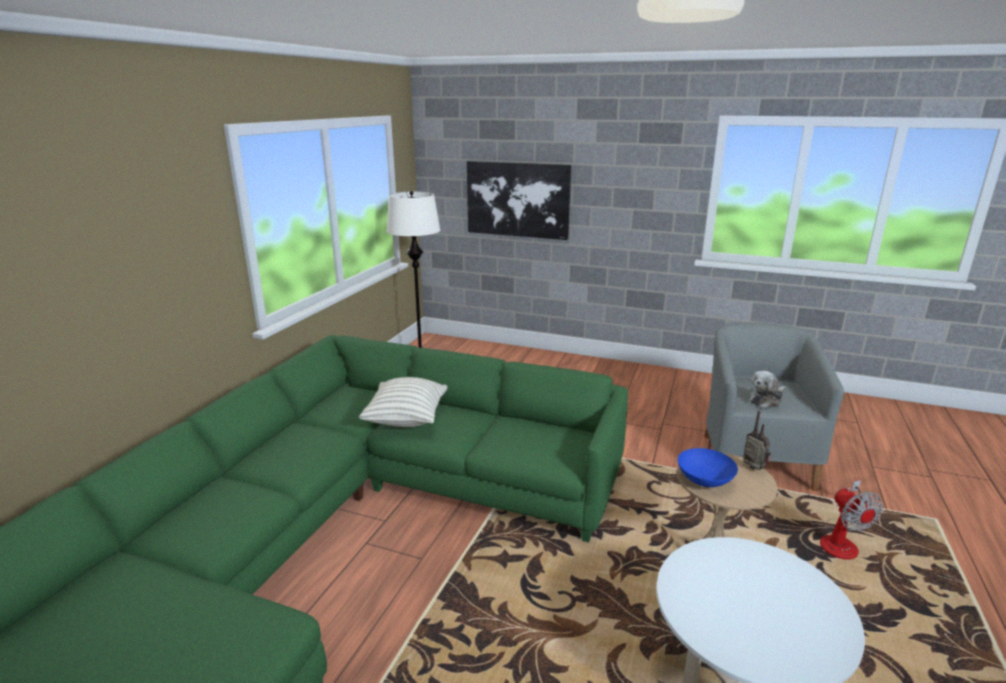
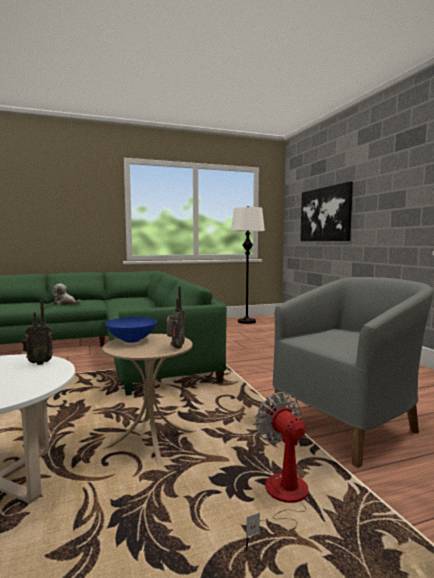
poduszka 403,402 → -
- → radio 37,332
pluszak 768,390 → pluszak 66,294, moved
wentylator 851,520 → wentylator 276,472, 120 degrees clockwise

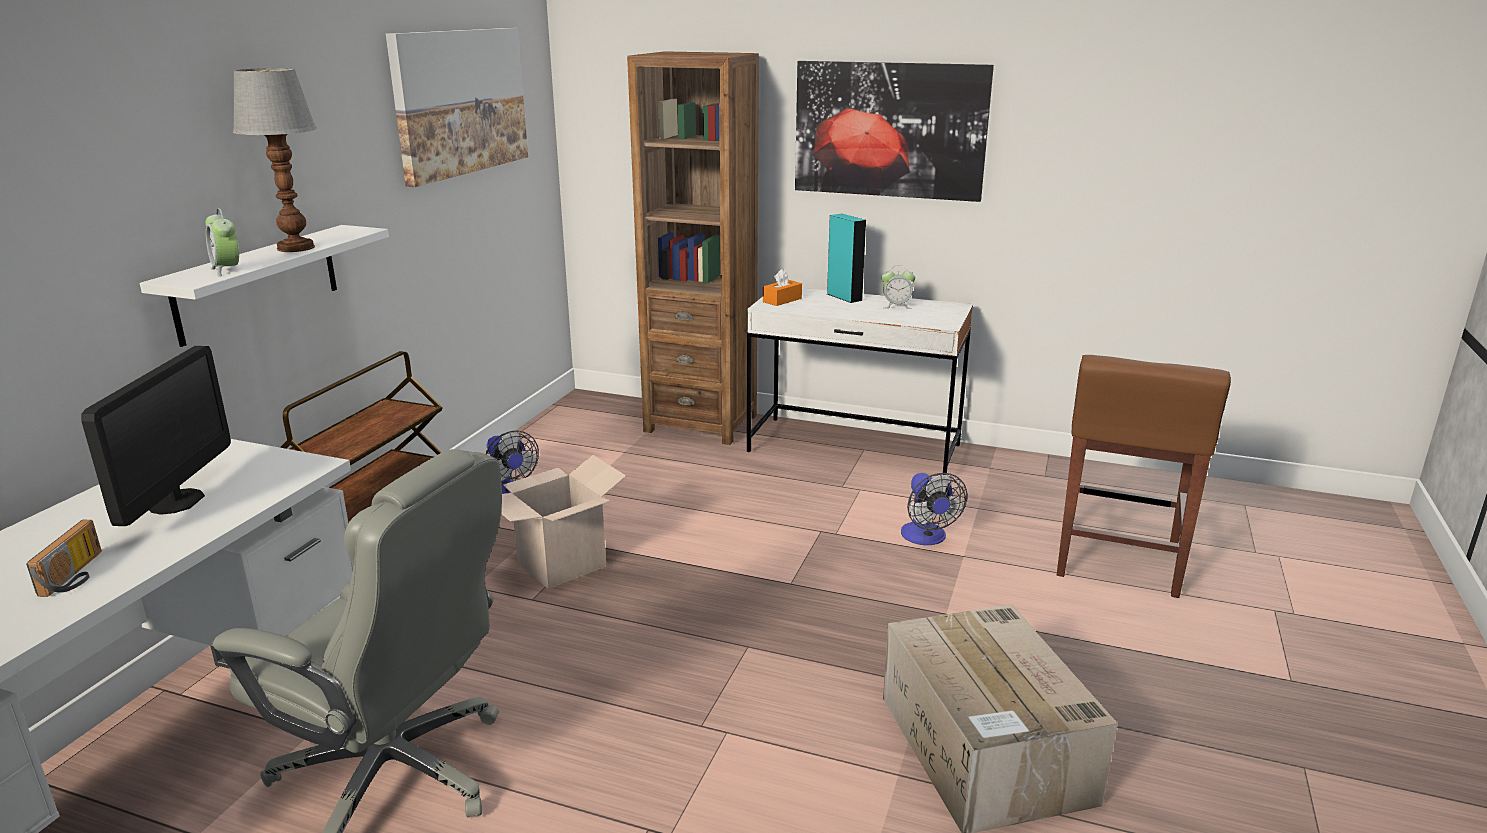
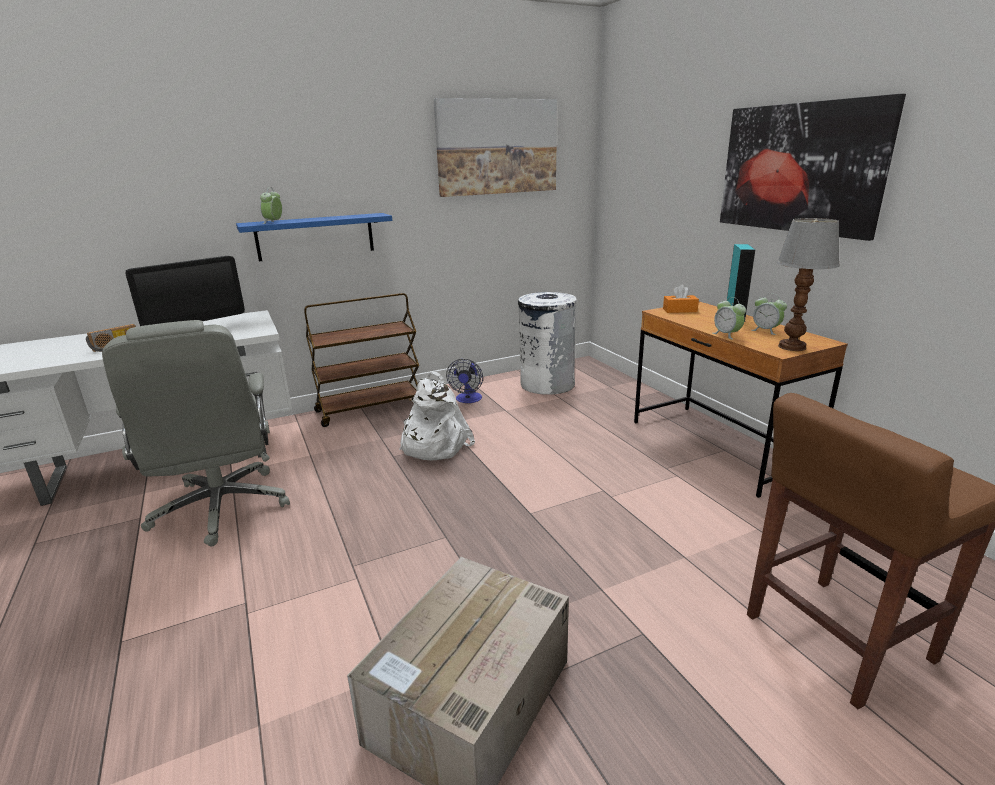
regał/brązowy 693,248 → -
wentylator 934,509 → -
- → kosz na śmieci/biały 547,343
- → budzik 729,318
lampa stołowa 275,160 → lampa stołowa 808,284, moved
karton 563,522 → plecak/biały 437,416
półka/biały 264,286 → półka/niebieski 314,237
biurko/biały 860,381 → biurko/brązowy 741,399

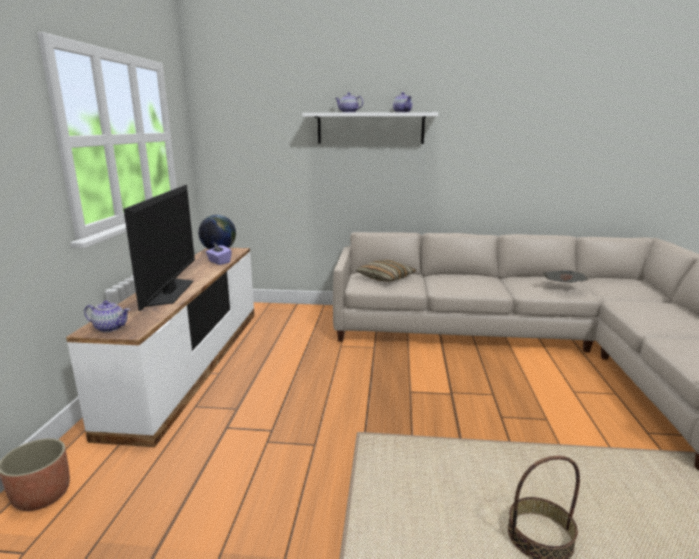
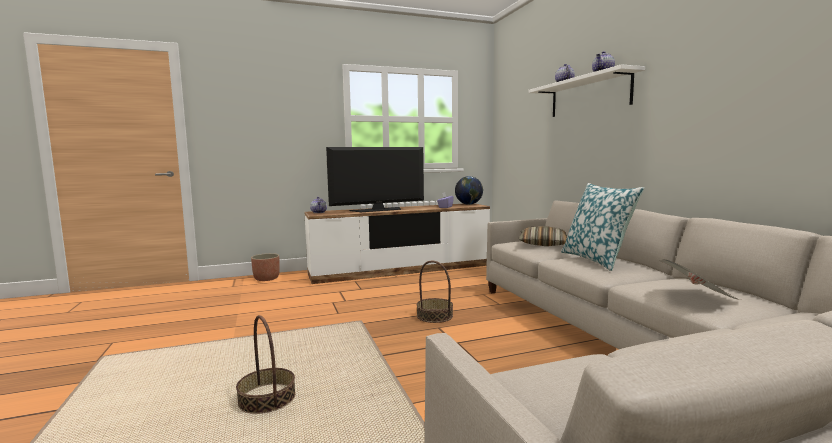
- → koszyk 435,292
- → poduszka 602,227

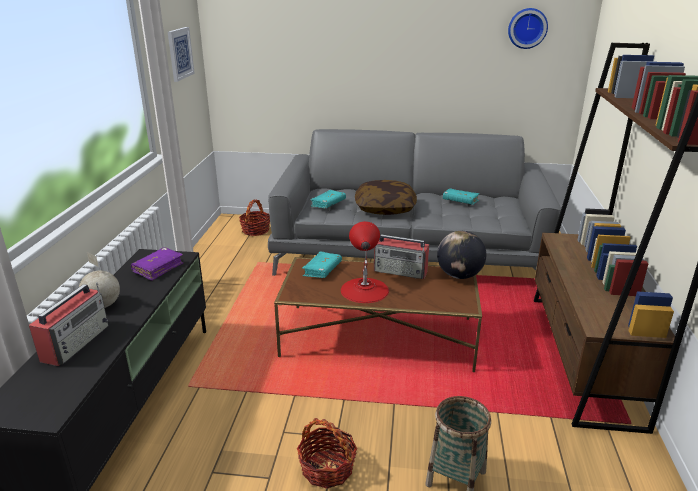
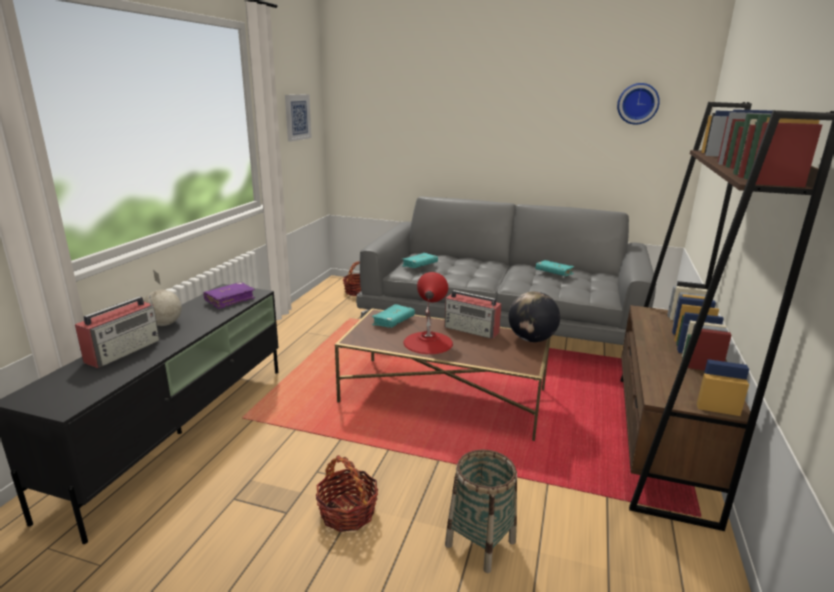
poduszka 386,197 → -

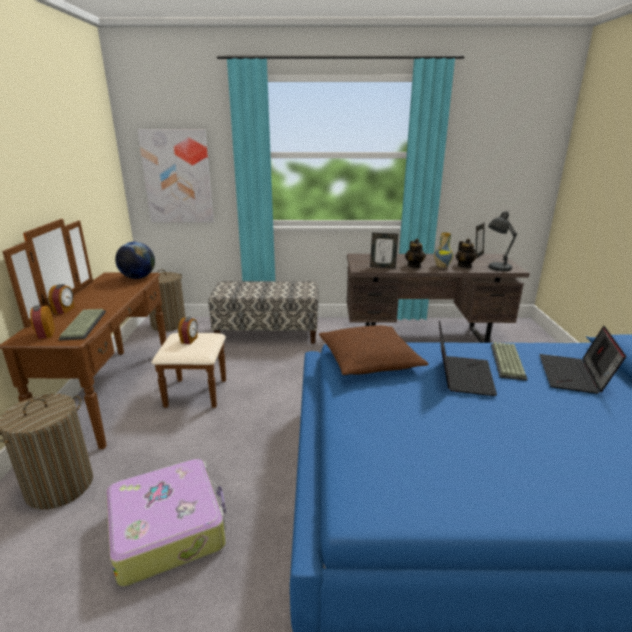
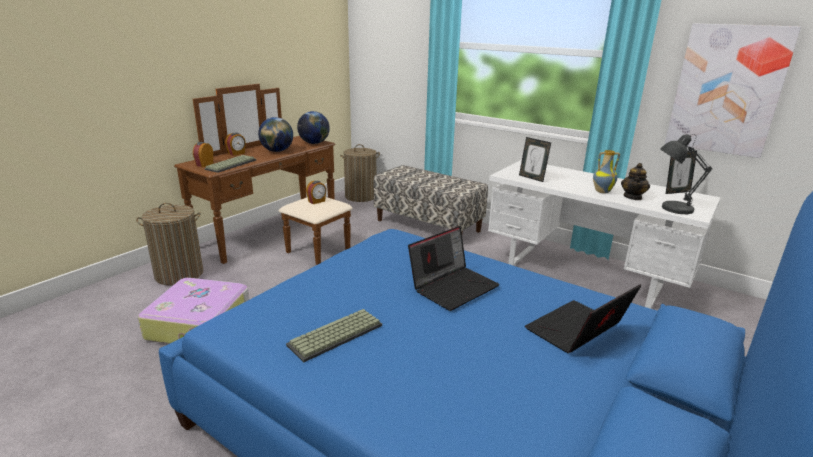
poduszka/brązowy 374,350 → -
imbryk 415,253 → -
- → globus 275,134
obraz 175,176 → obraz 733,90, moved
klawiatura 509,361 → klawiatura 334,335, moved
biurko/brązowy 438,298 → biurko/biały 604,234

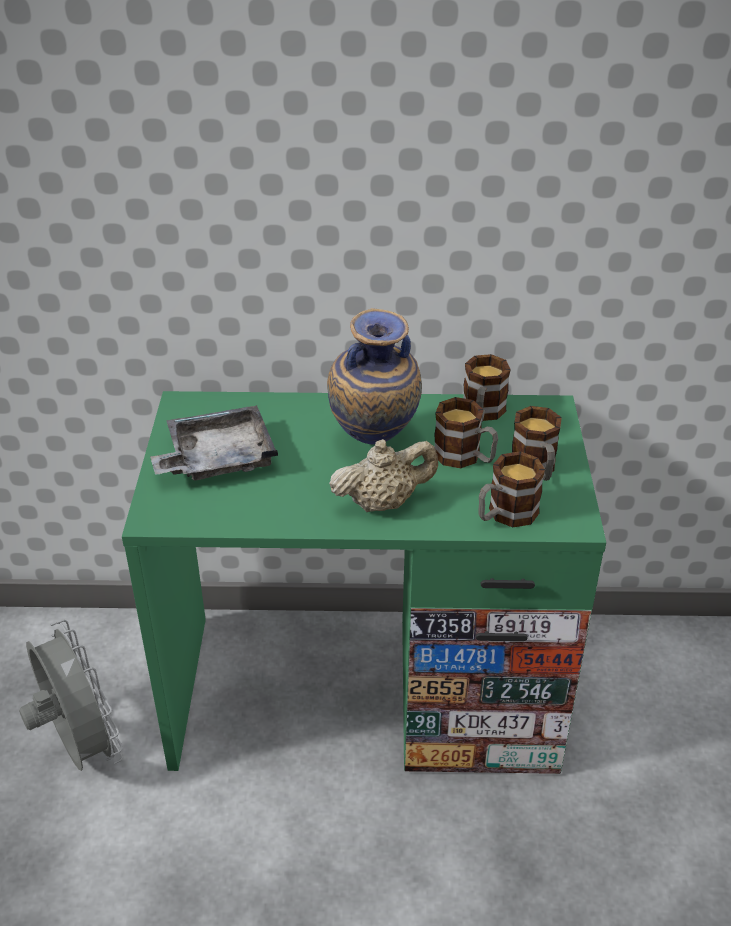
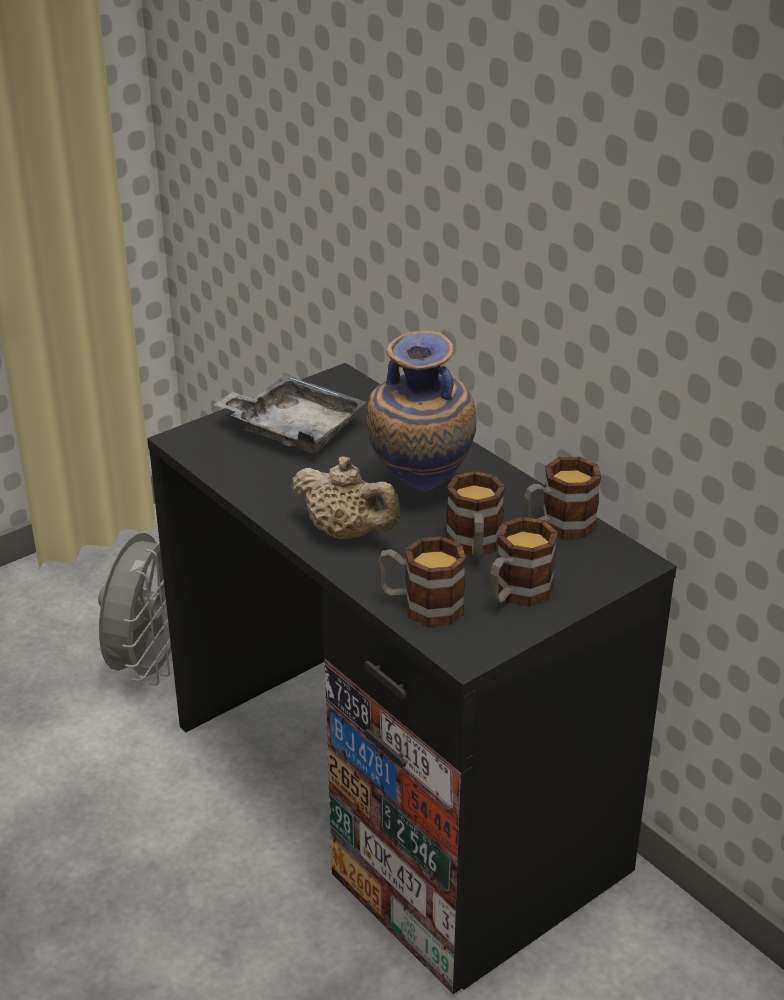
biurko/zielony 364,582 → biurko/czarny 412,678

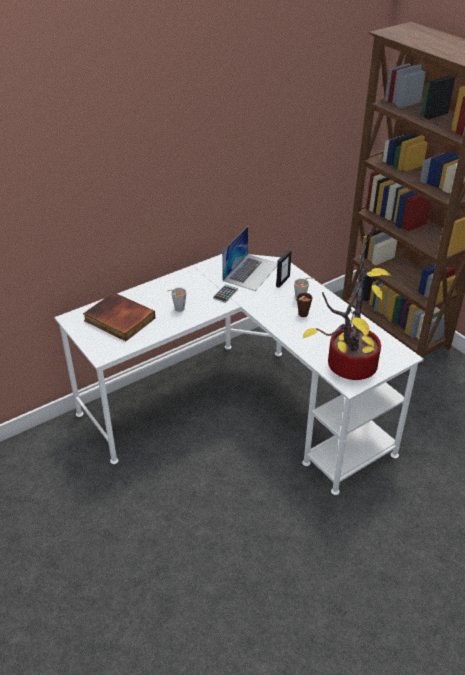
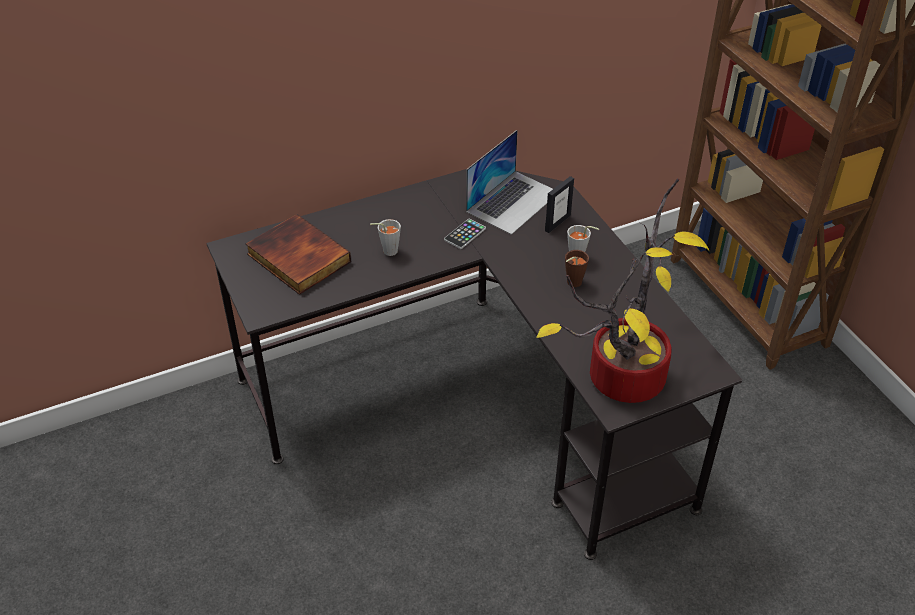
biurko/biały 239,374 → biurko/czarny 474,364

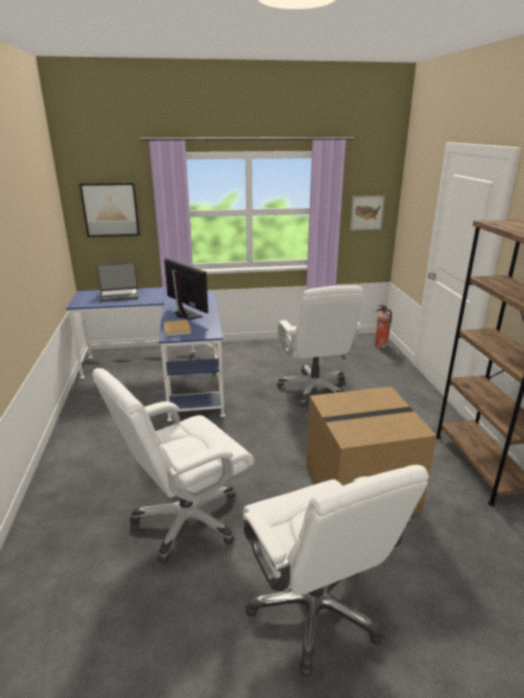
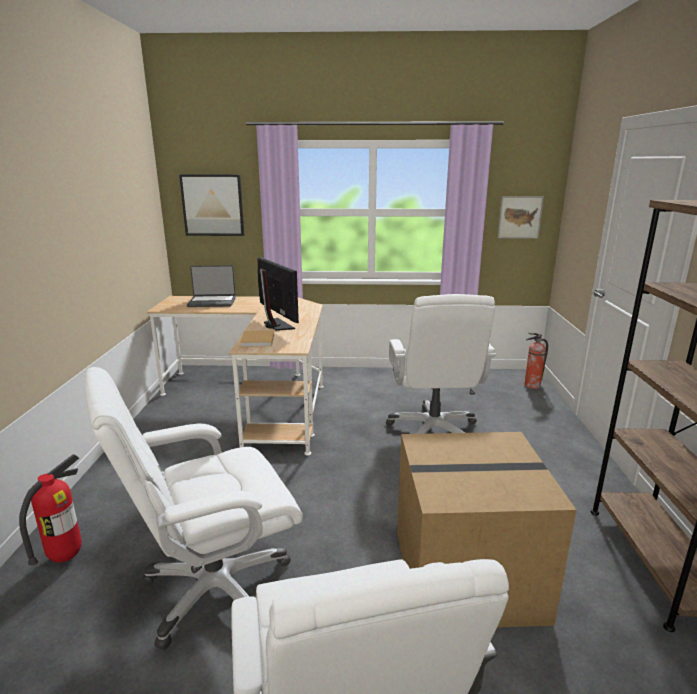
- → gaśnica 50,510
biurko/niebieski 145,354 → biurko/beżowy 235,376

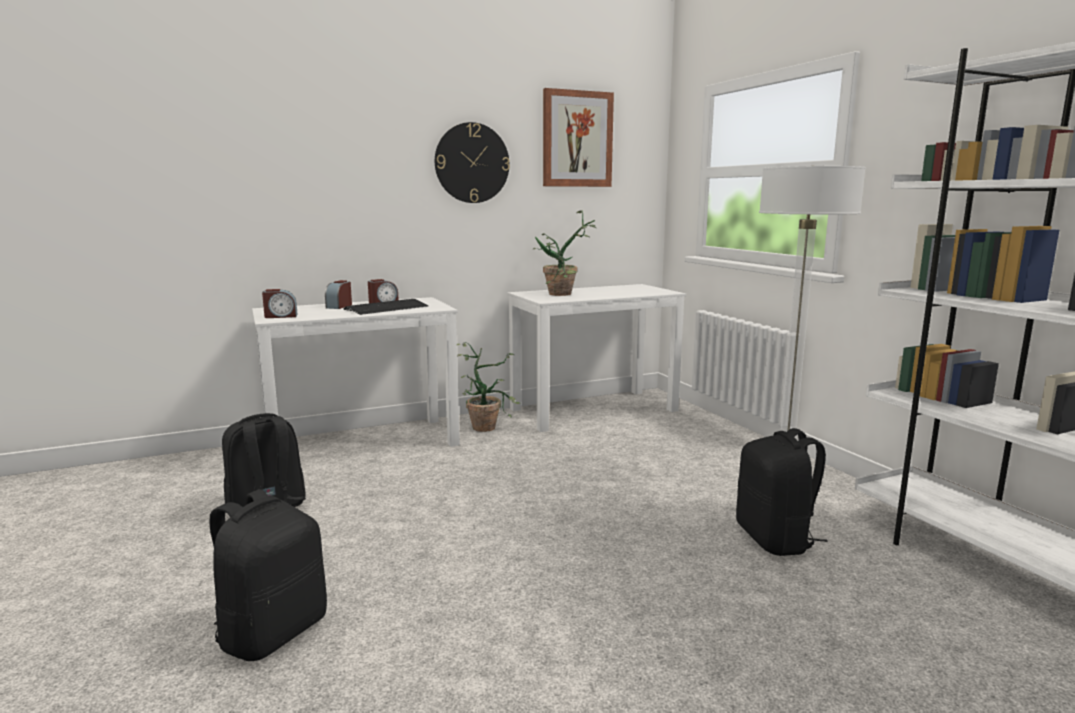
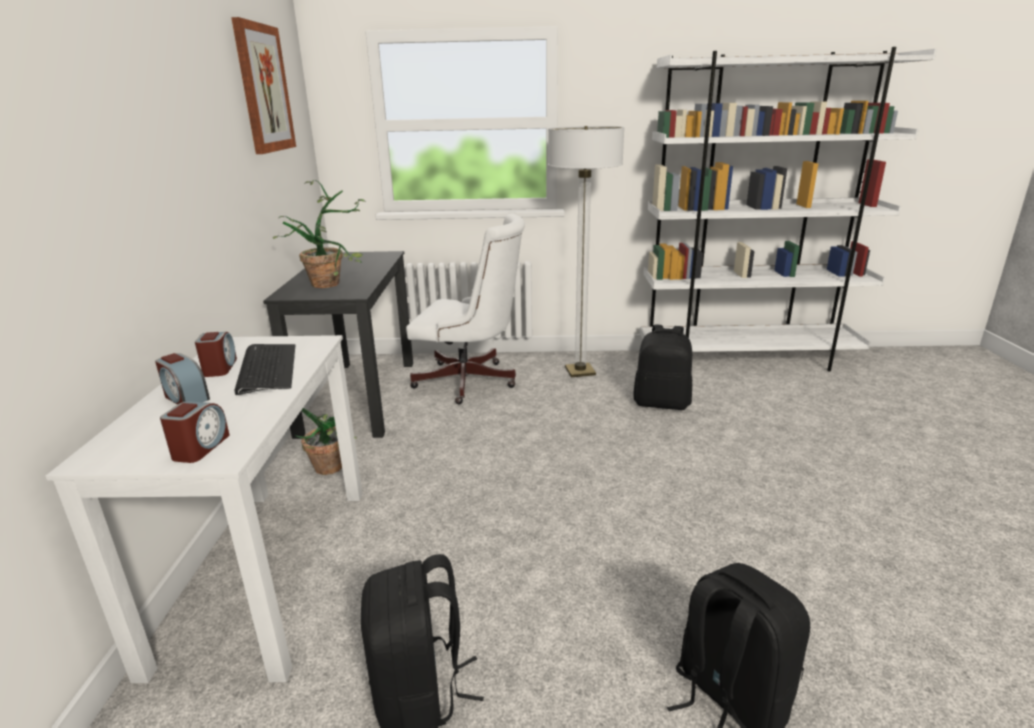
zegar ścienny 472,162 → -
- → krzesło biurowe/biały 465,308
biurko/biały 596,358 → biurko/czarny 338,345

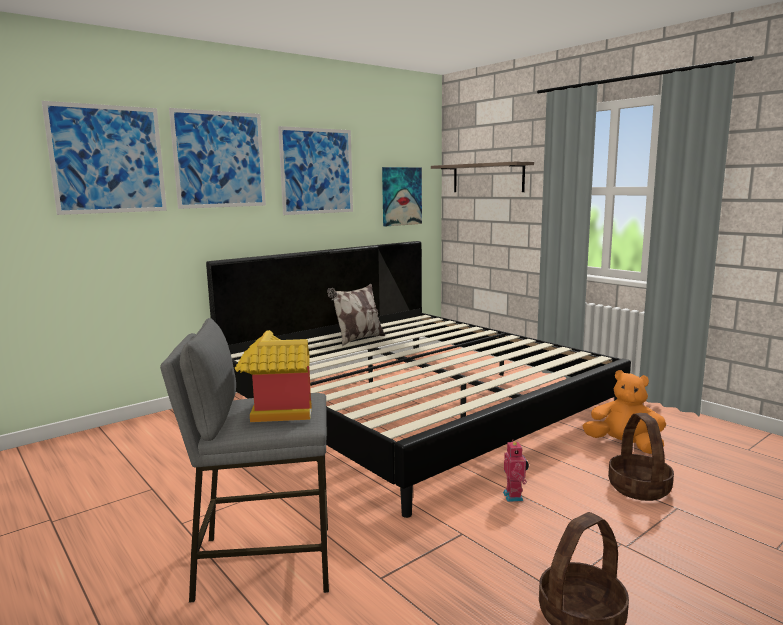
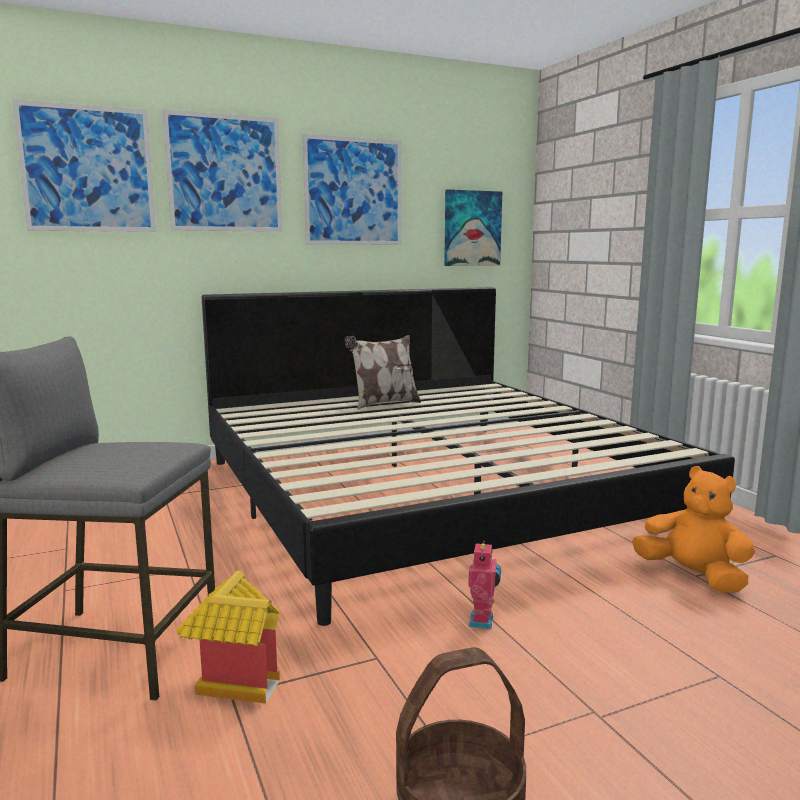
półka 482,176 → -
koszyk 641,457 → -
domek 273,376 → domek 228,637, moved

